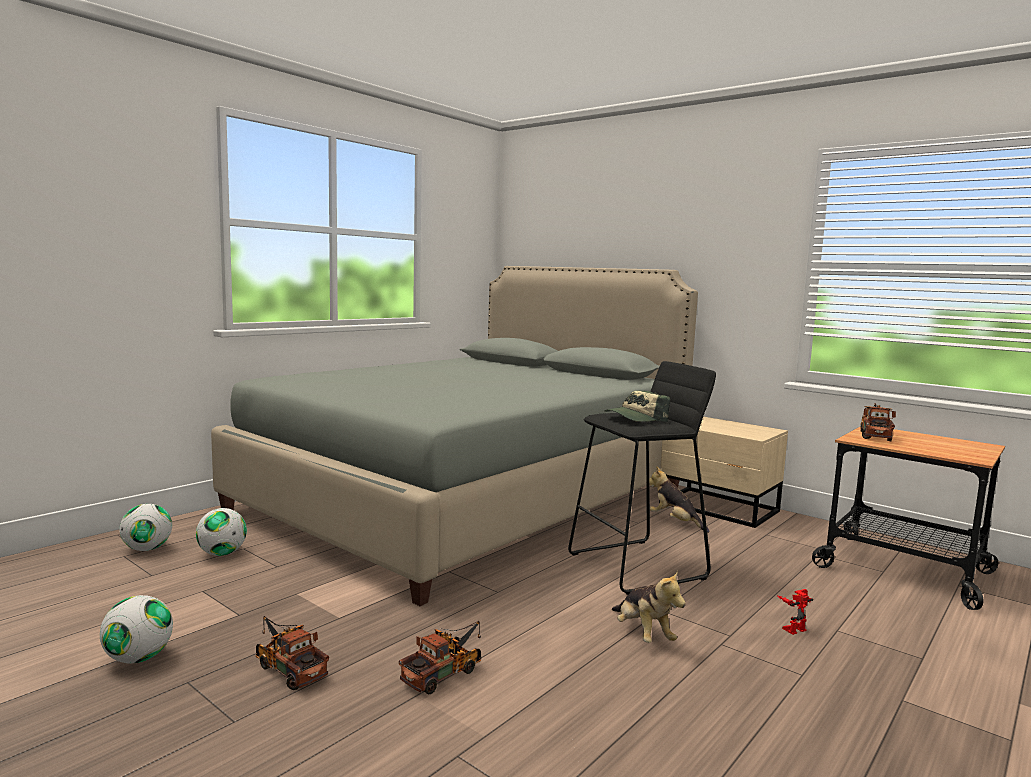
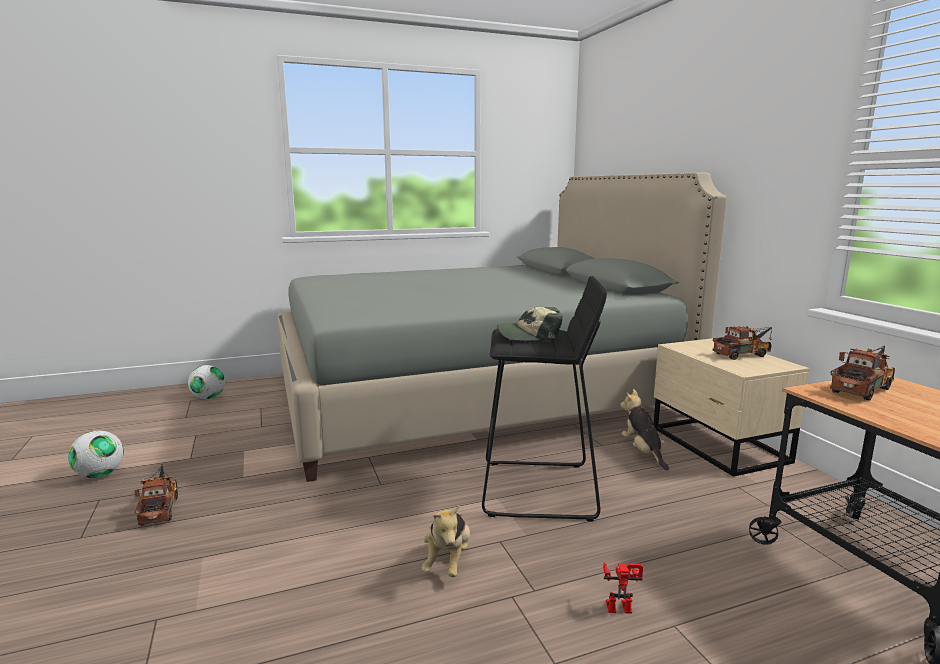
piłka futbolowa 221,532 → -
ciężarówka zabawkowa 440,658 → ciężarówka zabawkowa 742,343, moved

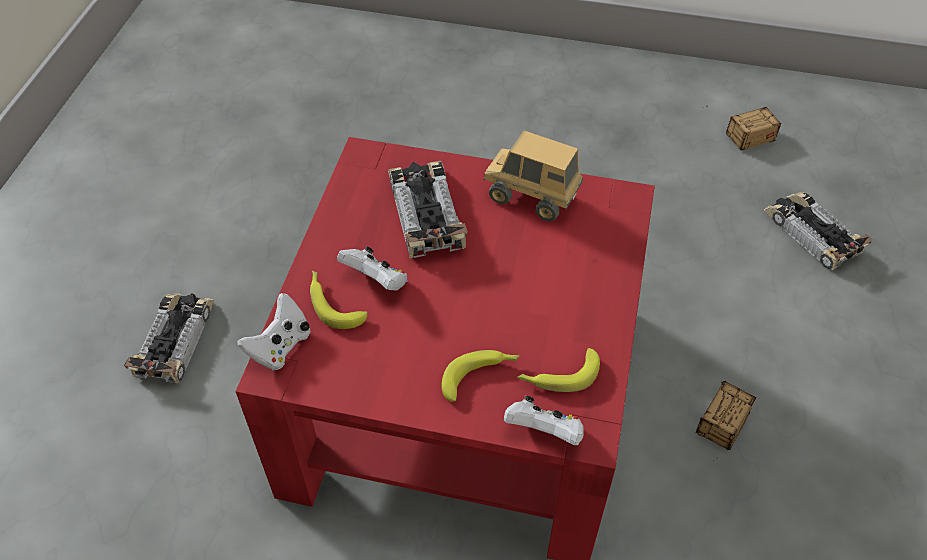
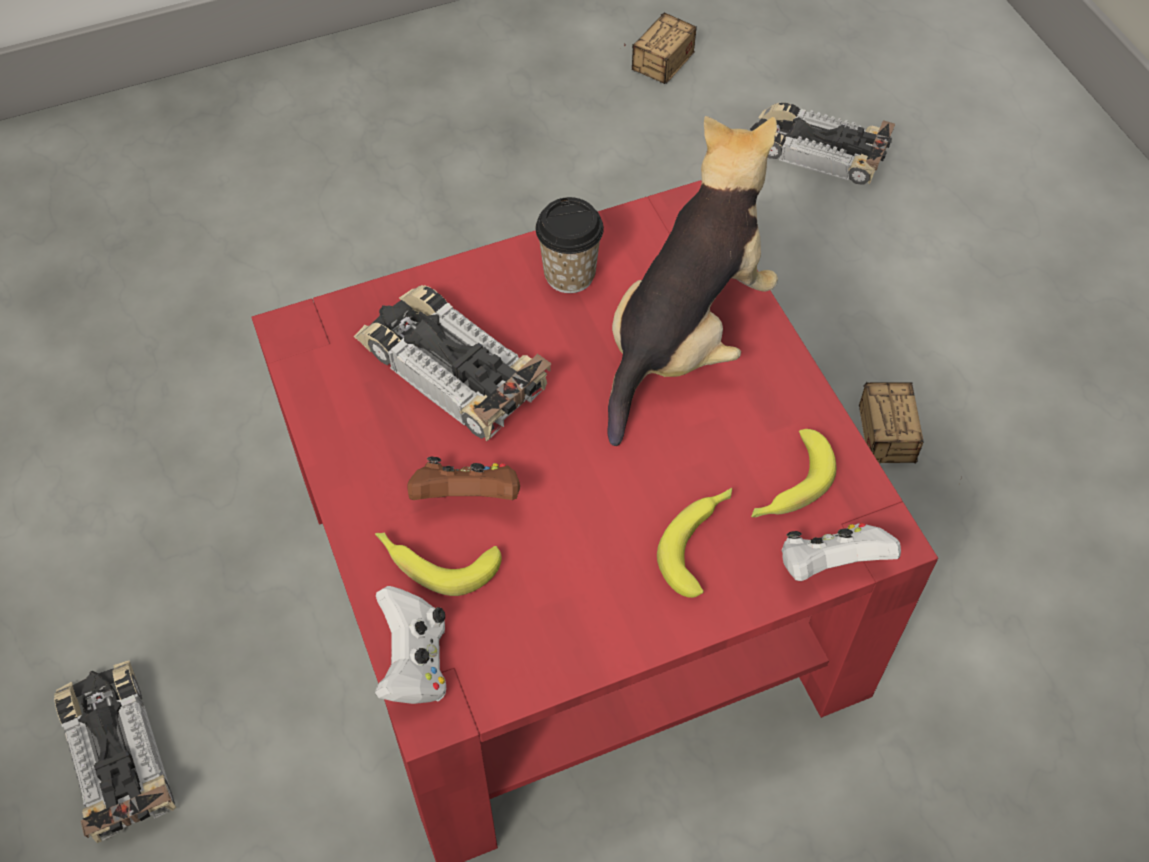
- → pluszak 692,281
ciężarówka zabawkowa 533,175 → filiżanka 569,245
pad do gier/biały 372,268 → pad do gier/brązowy 463,478

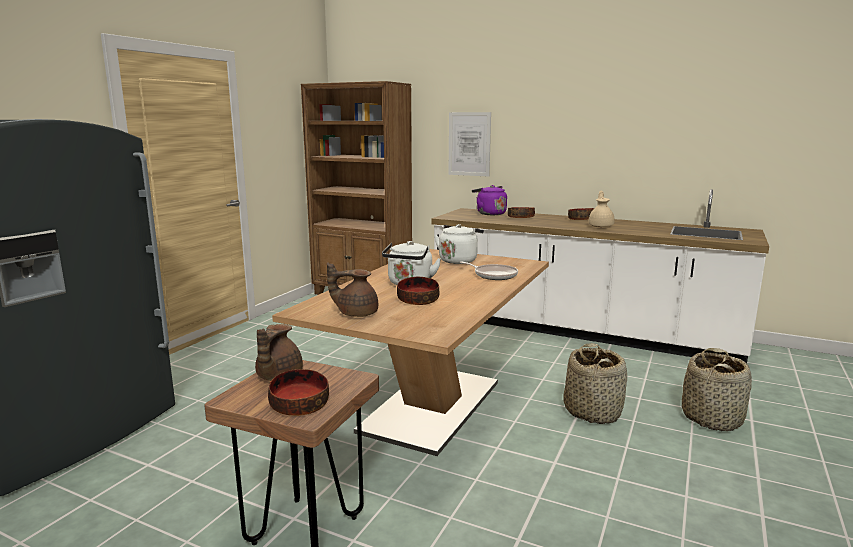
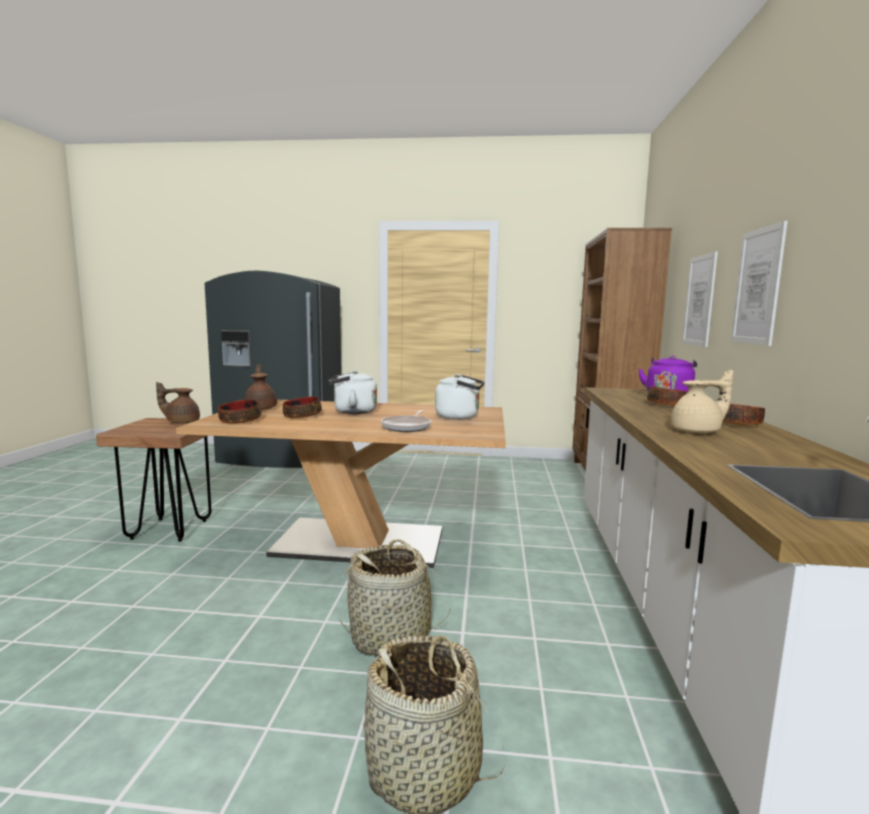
- → obraz 759,283
miska 298,392 → miska 239,412, moved

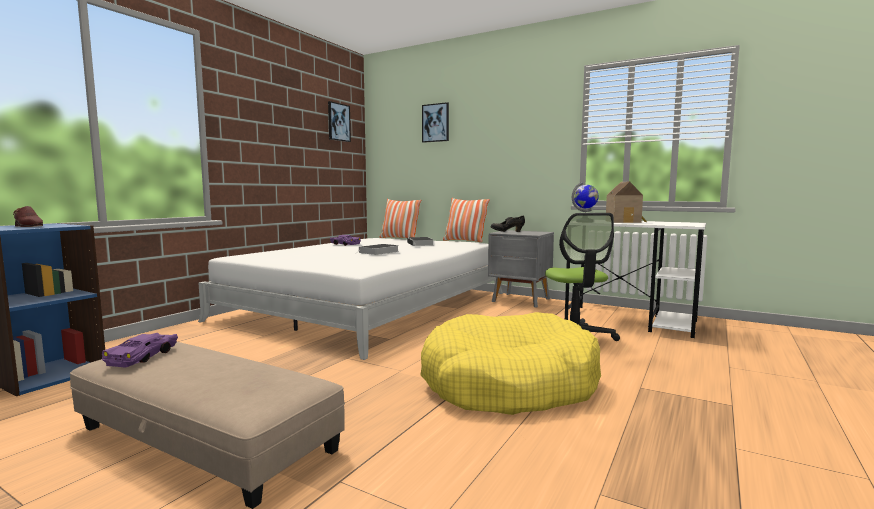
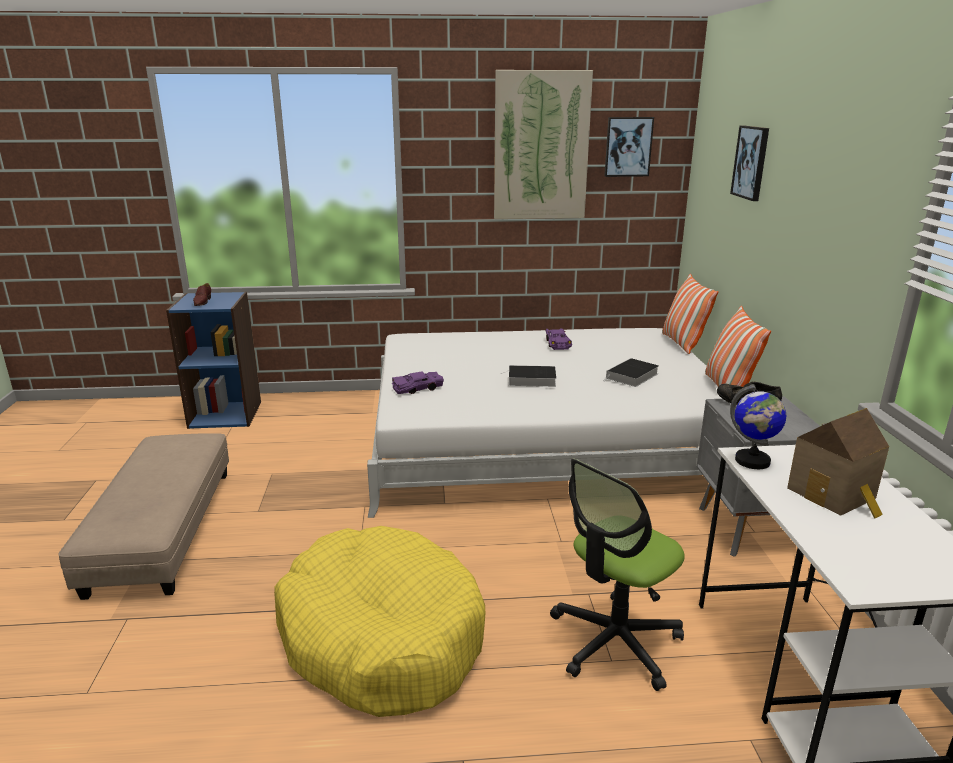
- → obraz 543,144
samochodzik/fioletowy 140,350 → samochodzik/fioletowy 418,382, moved

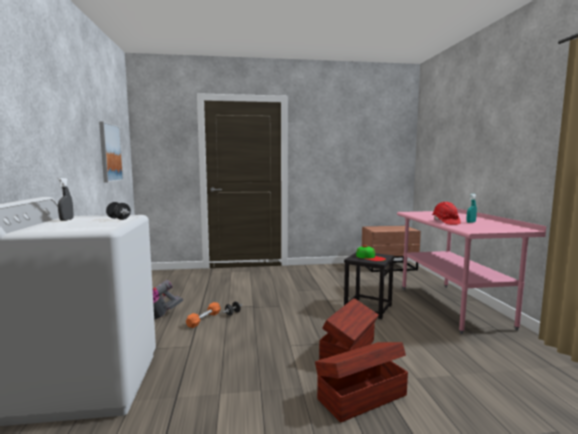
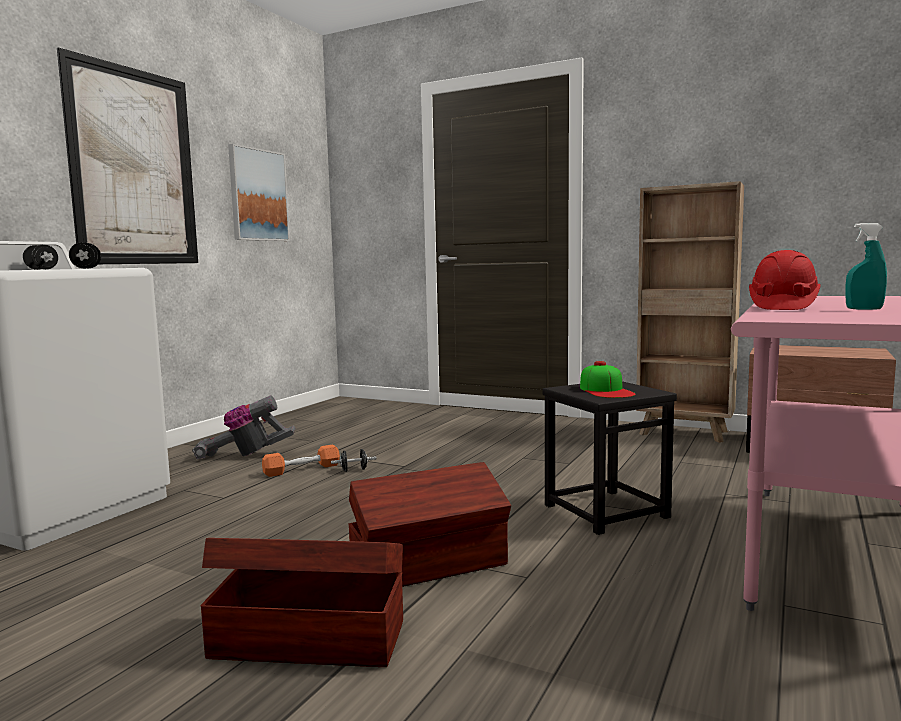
- → obraz 127,155
- → regał/brązowy 690,312
spryskiwacz/szary 66,199 → hantel/czarny 40,257

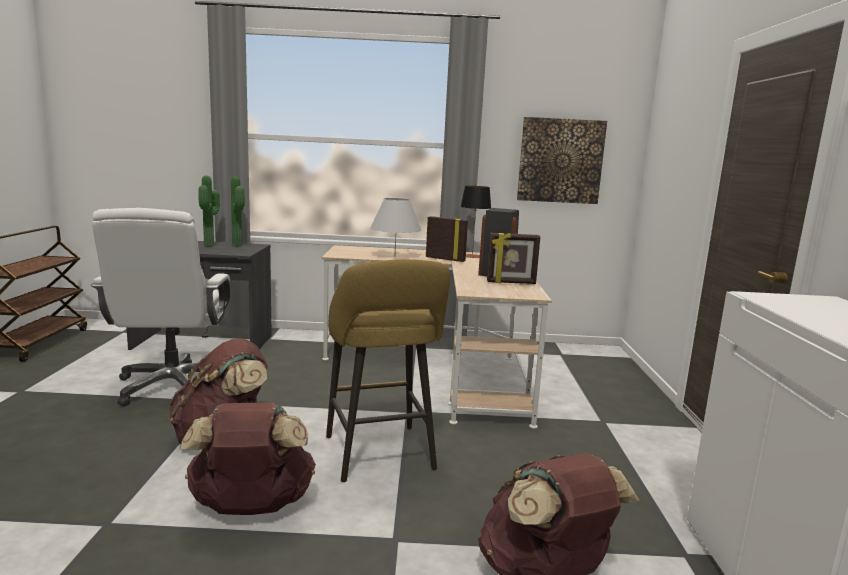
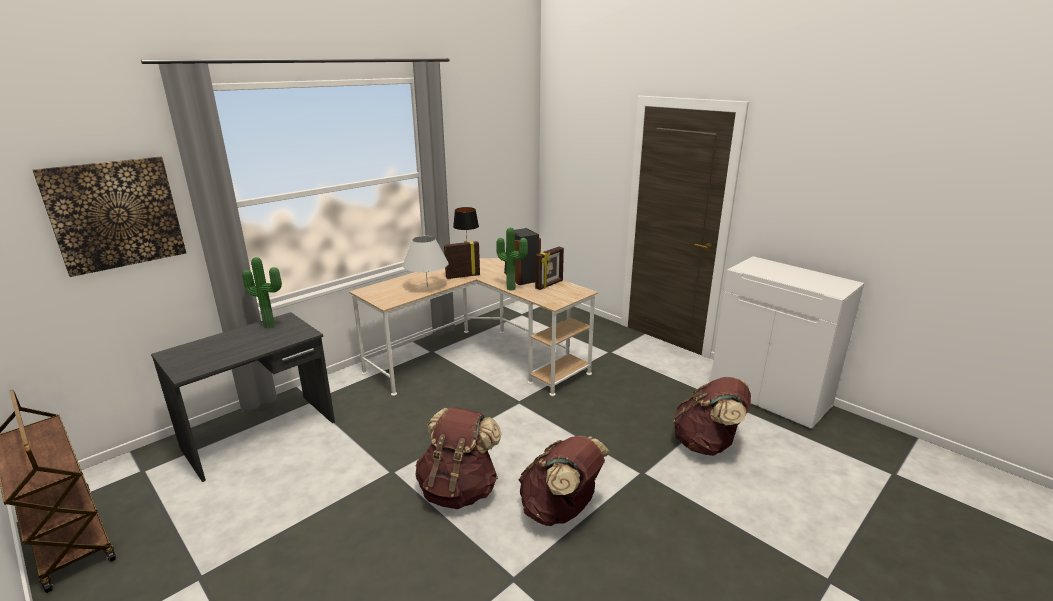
krzesło biurowe/biały 160,307 → -
stołek/żółty 388,370 → -
roślina doniczkowa 209,211 → roślina doniczkowa 512,259, moved
obraz 562,160 → obraz 109,216, moved

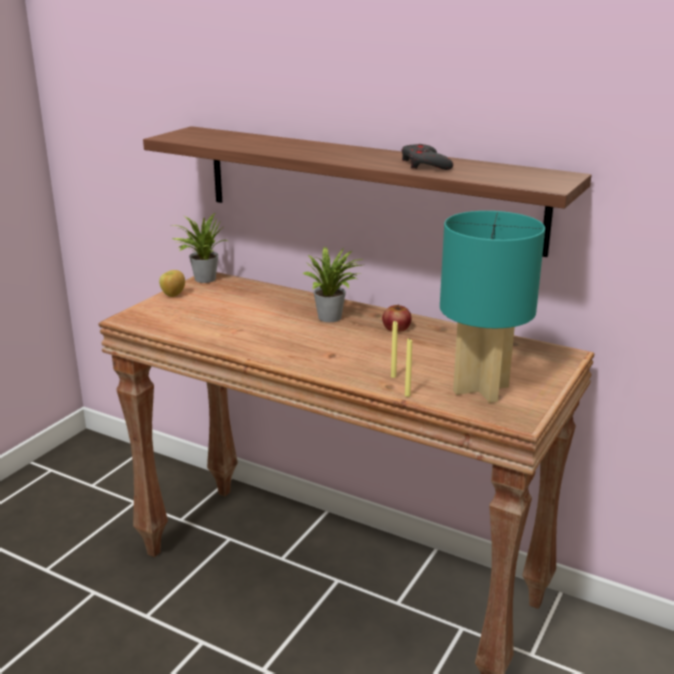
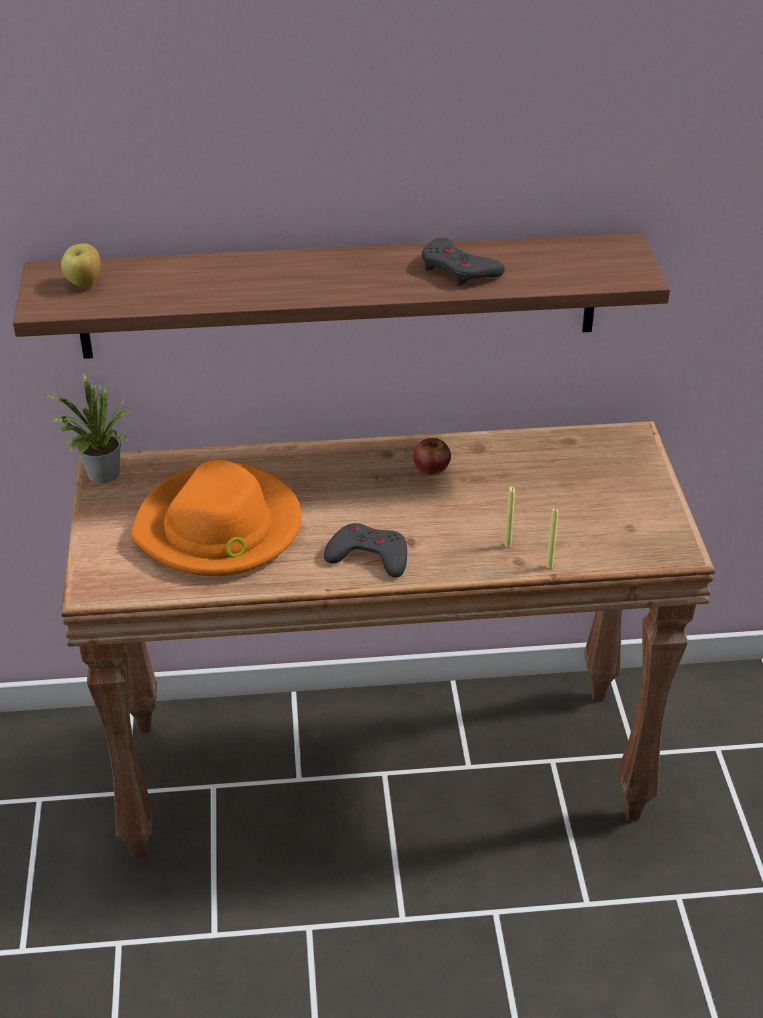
roślina doniczkowa 333,284 → -
lampa stołowa/turkusowy 492,307 → -
- → kapelusz/pomarańczowy 216,518
- → pad do gier/szary 365,550
jabłko 172,283 → jabłko 80,265, moved

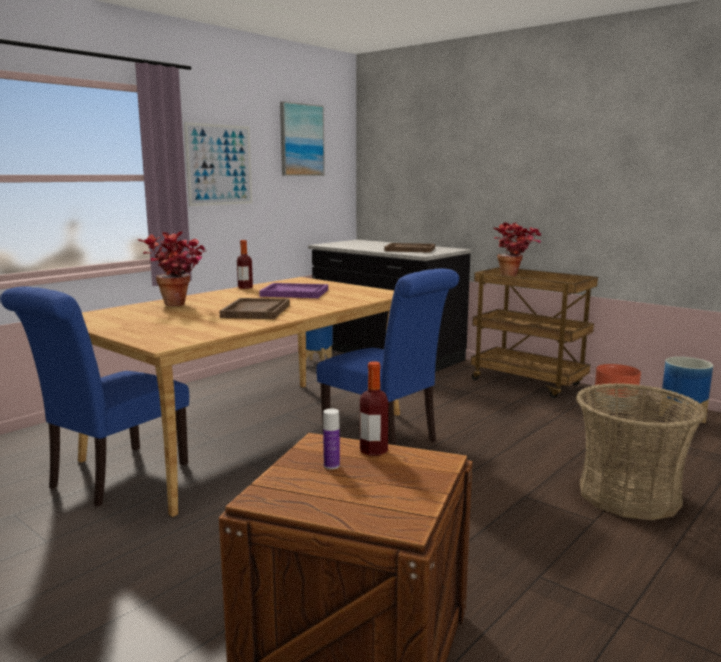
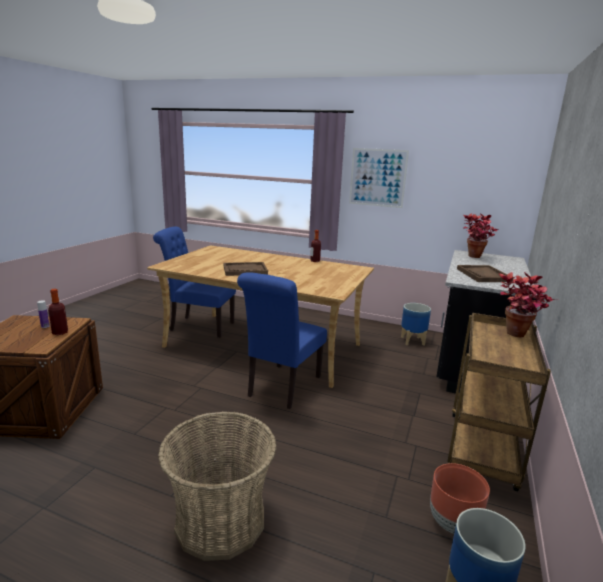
taca/fioletowy 293,290 → -
obraz 302,138 → -
roślina doniczkowa 171,268 → roślina doniczkowa 481,235, moved

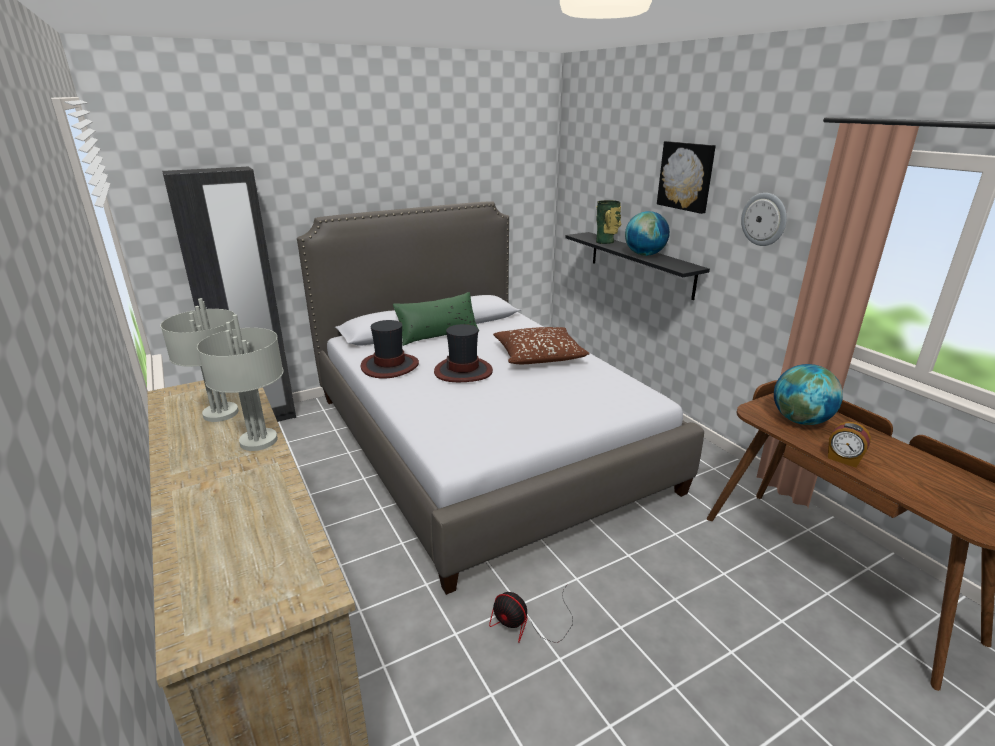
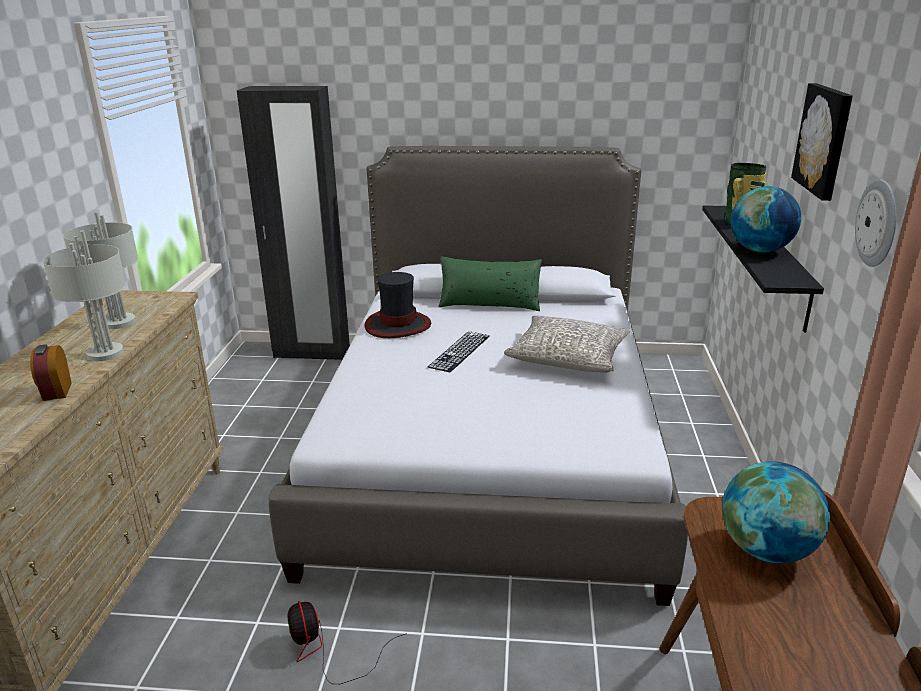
budzik 849,445 → budzik 51,372, moved
kapelusz 463,353 → klawiatura 458,351
poduszka/brązowy 541,345 → poduszka/szary 567,344

